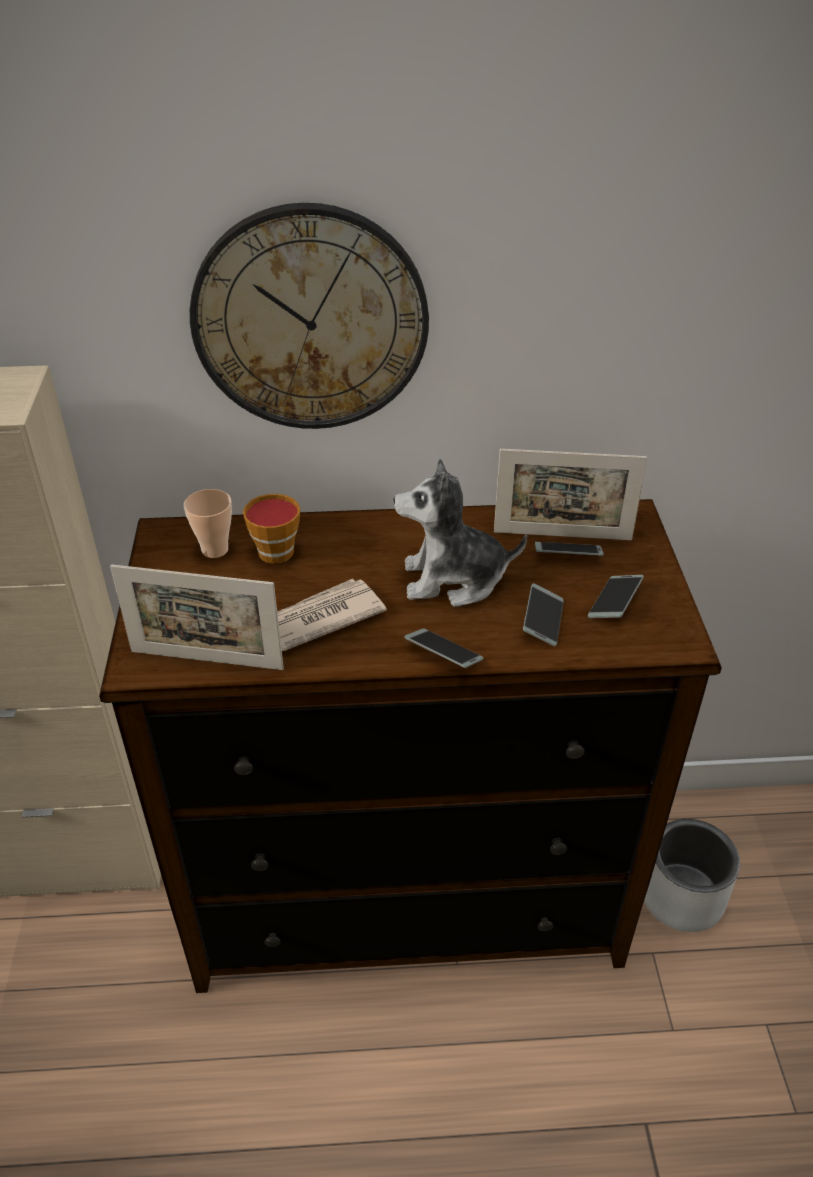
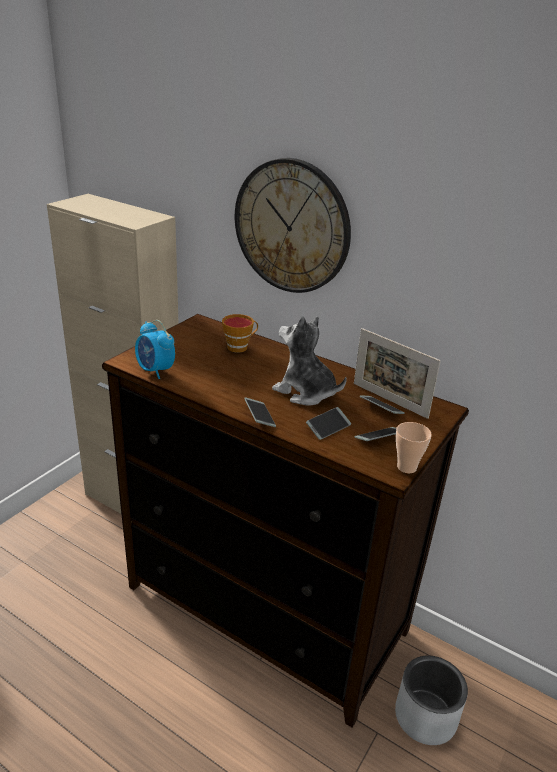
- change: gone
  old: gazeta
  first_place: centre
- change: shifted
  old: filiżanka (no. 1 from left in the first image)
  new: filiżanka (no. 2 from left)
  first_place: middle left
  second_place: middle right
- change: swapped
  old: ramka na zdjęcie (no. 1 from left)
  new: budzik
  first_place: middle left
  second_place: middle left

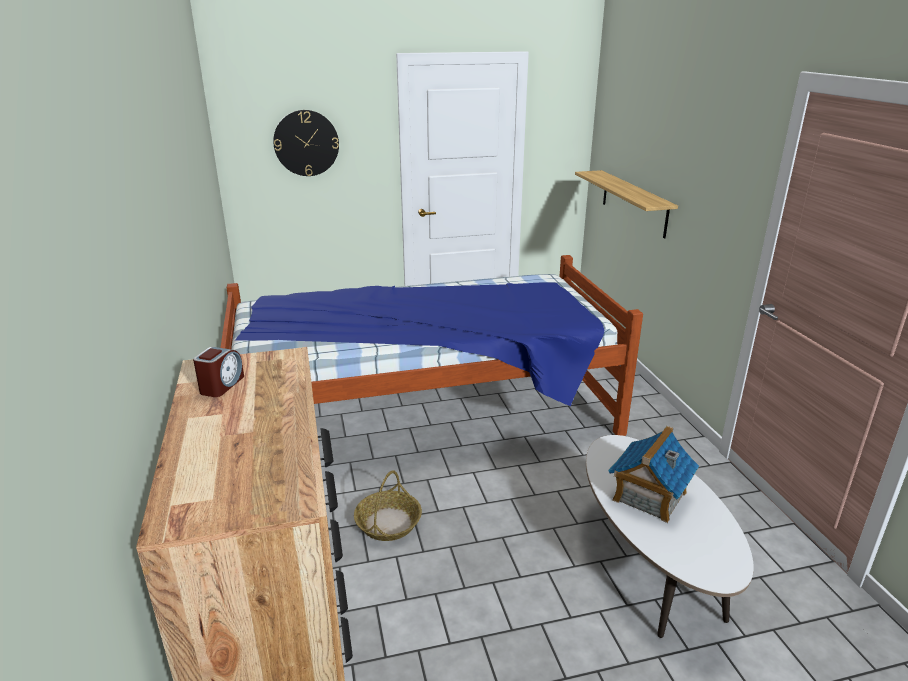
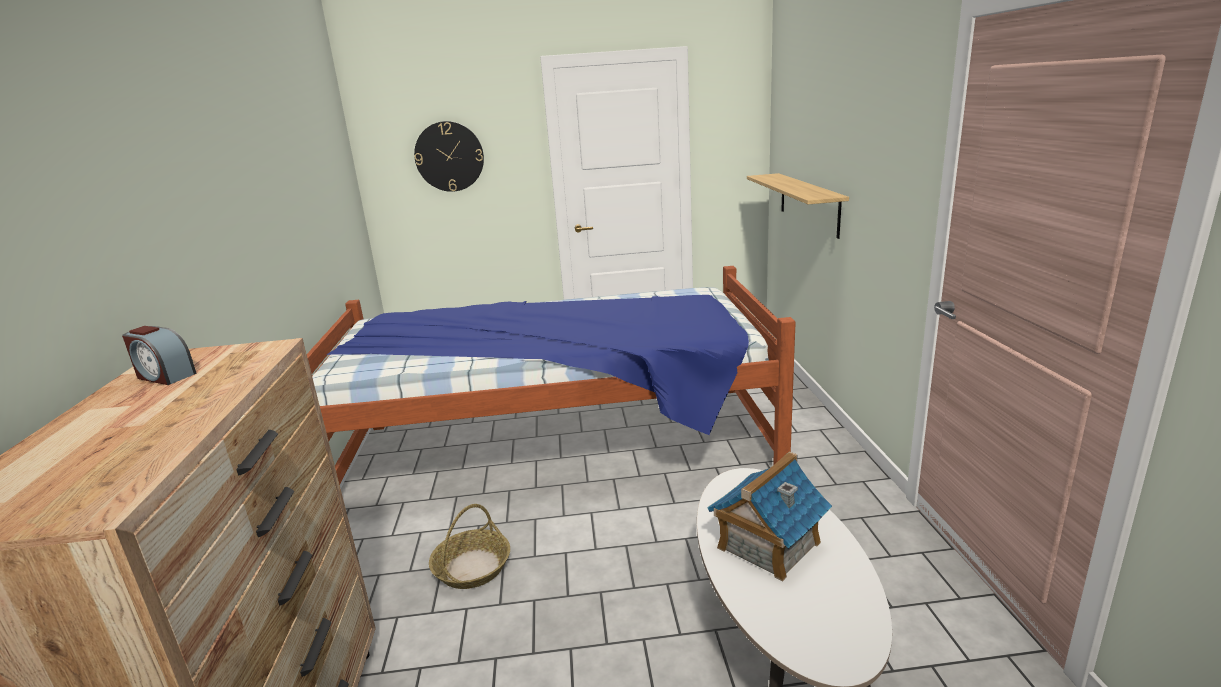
- change: rotated
  old: budzik
  first_place: middle left
  second_place: middle left
  degrees: 90

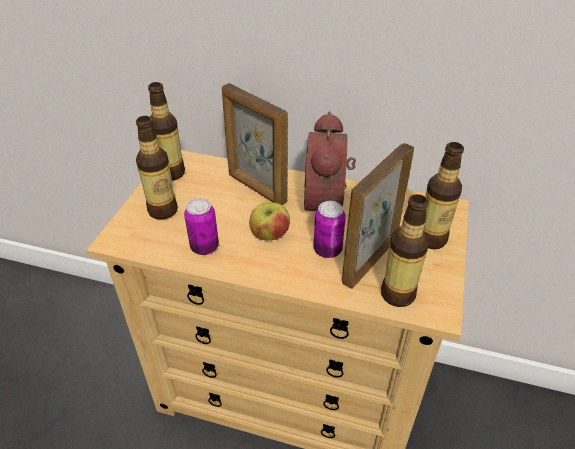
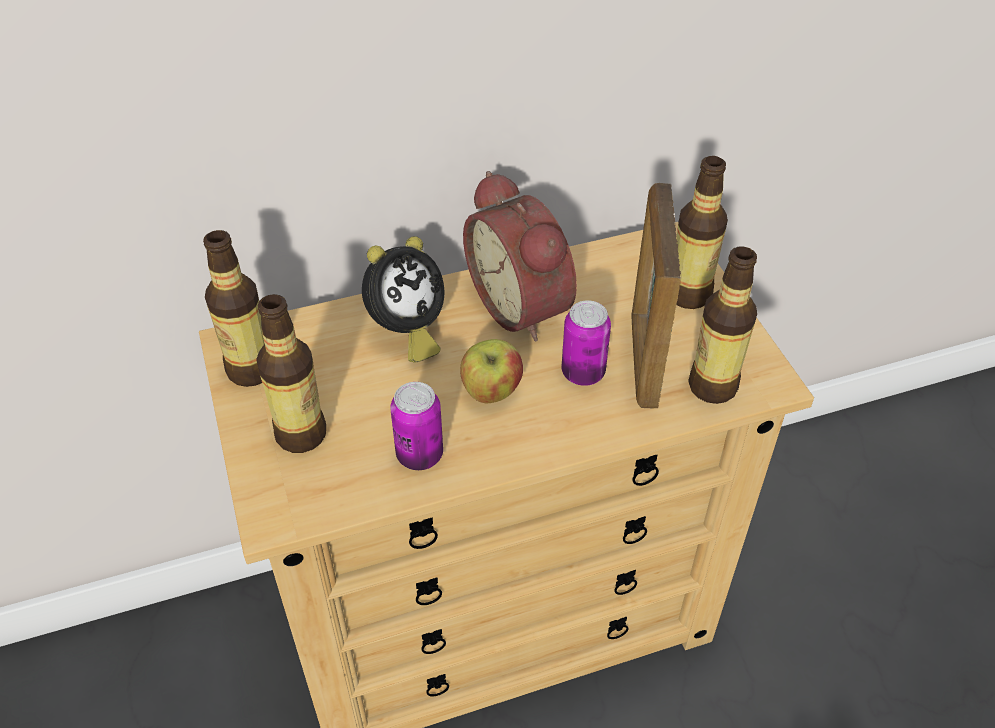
- change: swapped
  old: ramka na zdjęcie (no. 1 from left)
  new: budzik (no. 1 from left)
  first_place: top centre
  second_place: centre

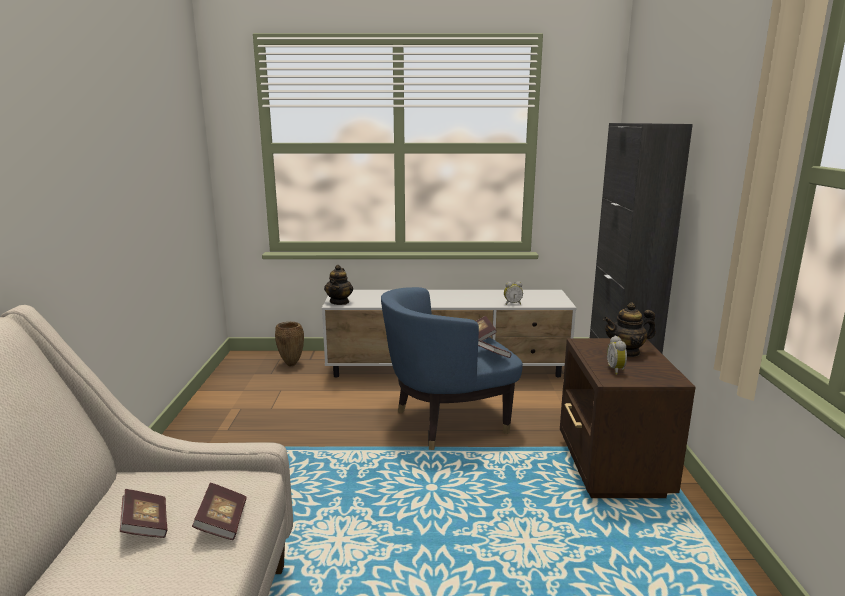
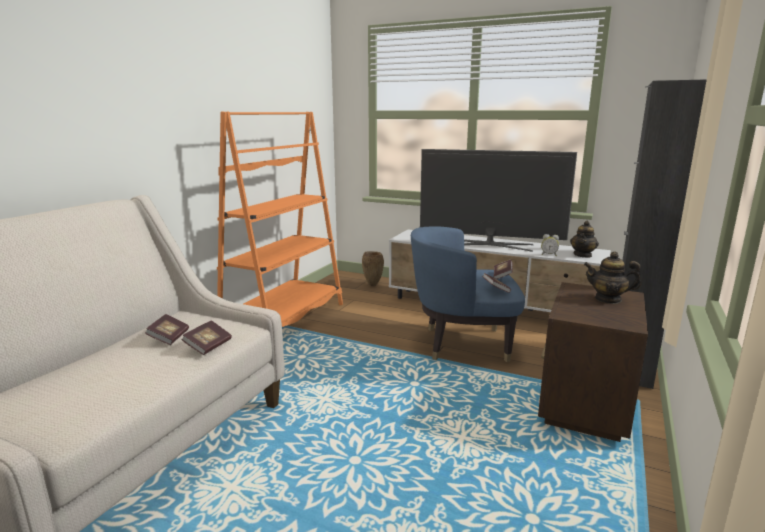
- change: gone
  old: budzik (no. 2 from left)
  first_place: middle right
- change: new
  new: regał/pomarańczowy
  second_place: centre
- change: new
  new: telewizor
  second_place: centre
- change: shifted
  old: imbryk (no. 1 from left)
  first_place: centre
  second_place: middle right

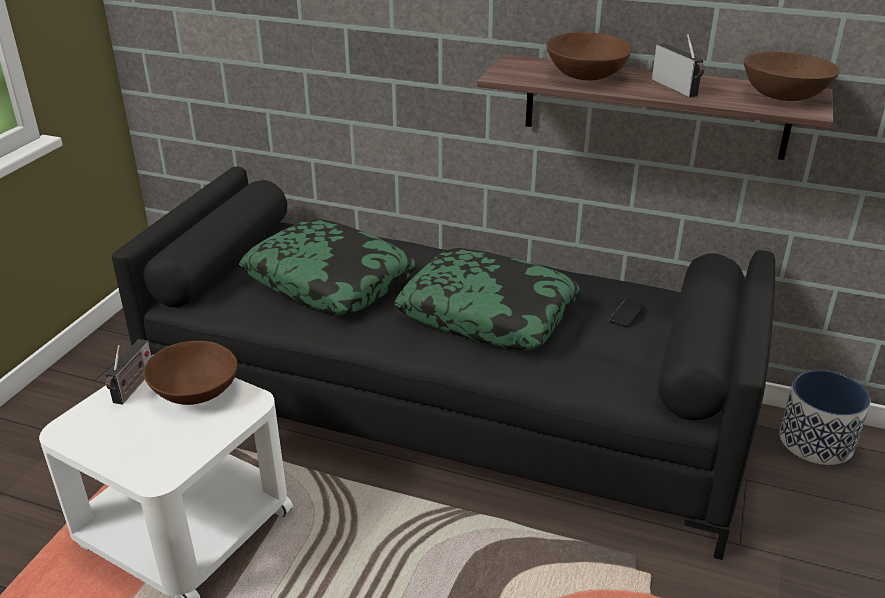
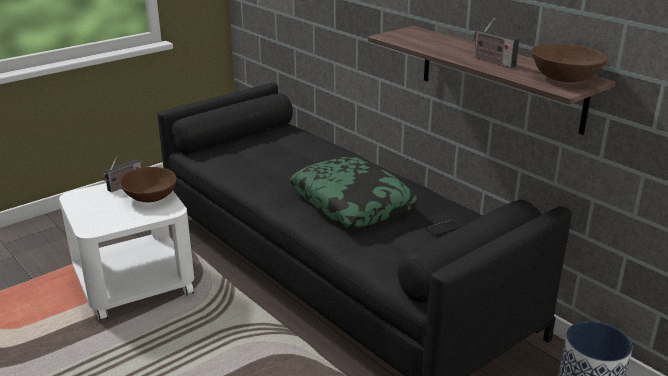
- change: gone
  old: poduszka (no. 1 from left)
  first_place: centre
- change: gone
  old: miska/brązowy (no. 2 from left)
  first_place: top centre
- change: rotated
  old: radio (no. 2 from left)
  first_place: top right
  second_place: top right
  degrees: 135

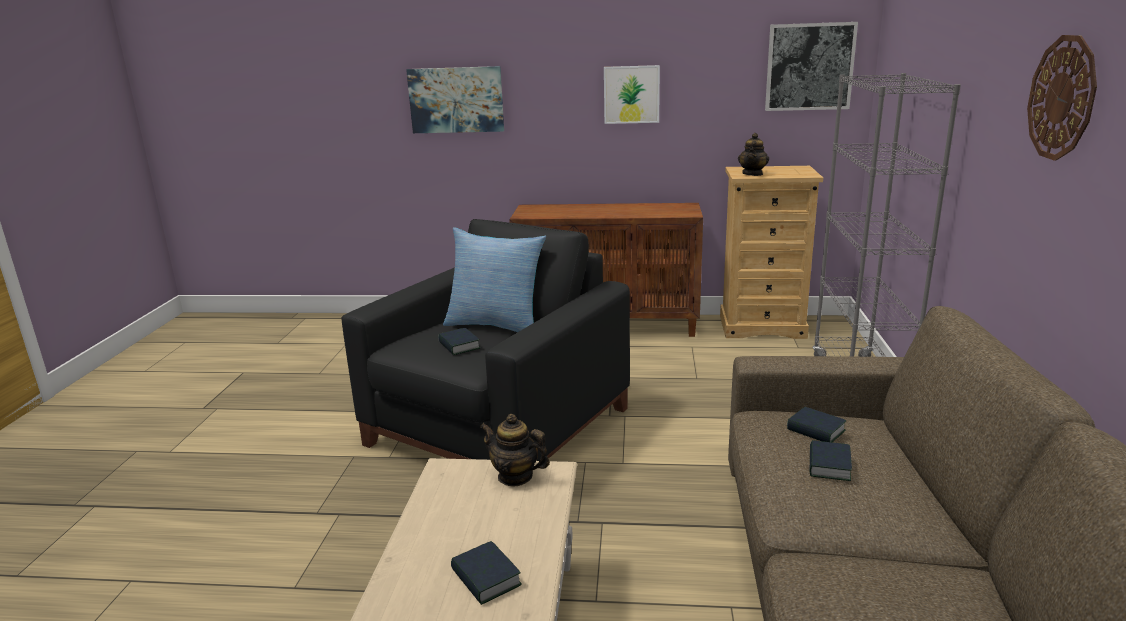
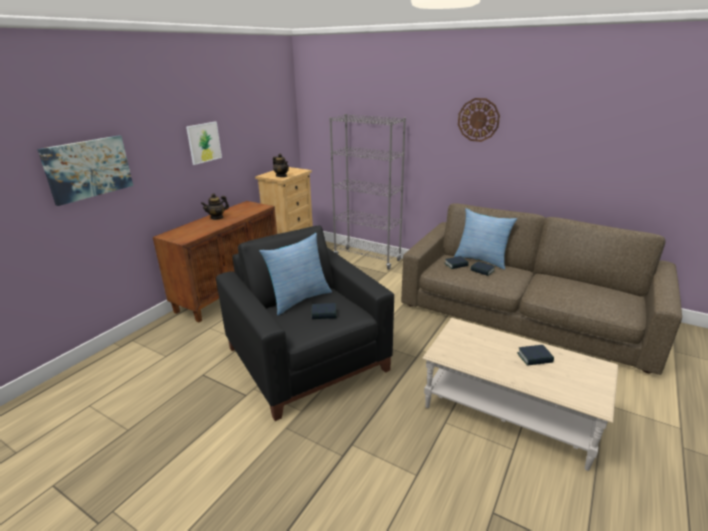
- change: gone
  old: obraz (no. 3 from left)
  first_place: top right
- change: new
  new: poduszka (no. 2 from left)
  second_place: middle right
- change: shifted
  old: imbryk (no. 1 from left)
  first_place: bottom centre
  second_place: middle left

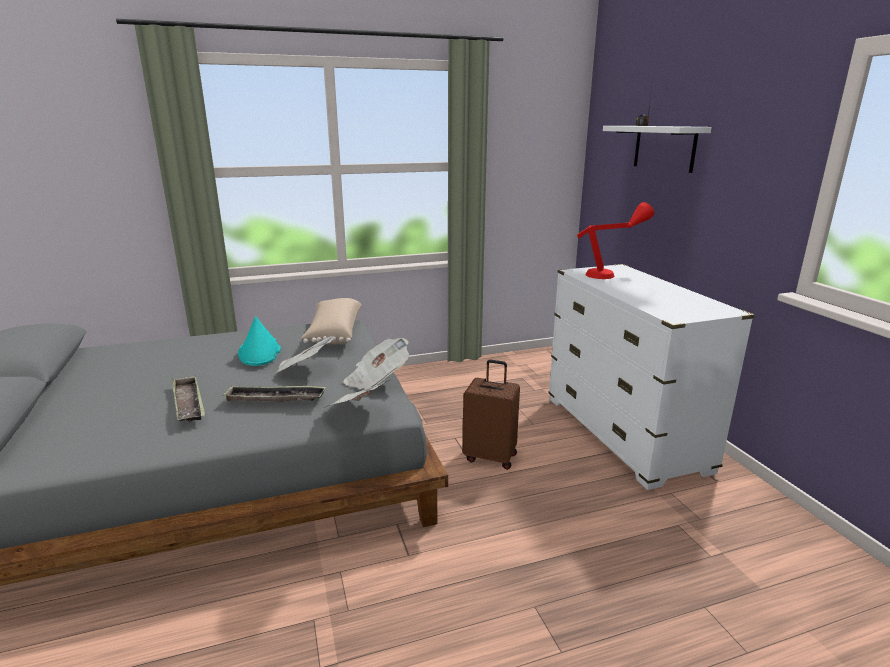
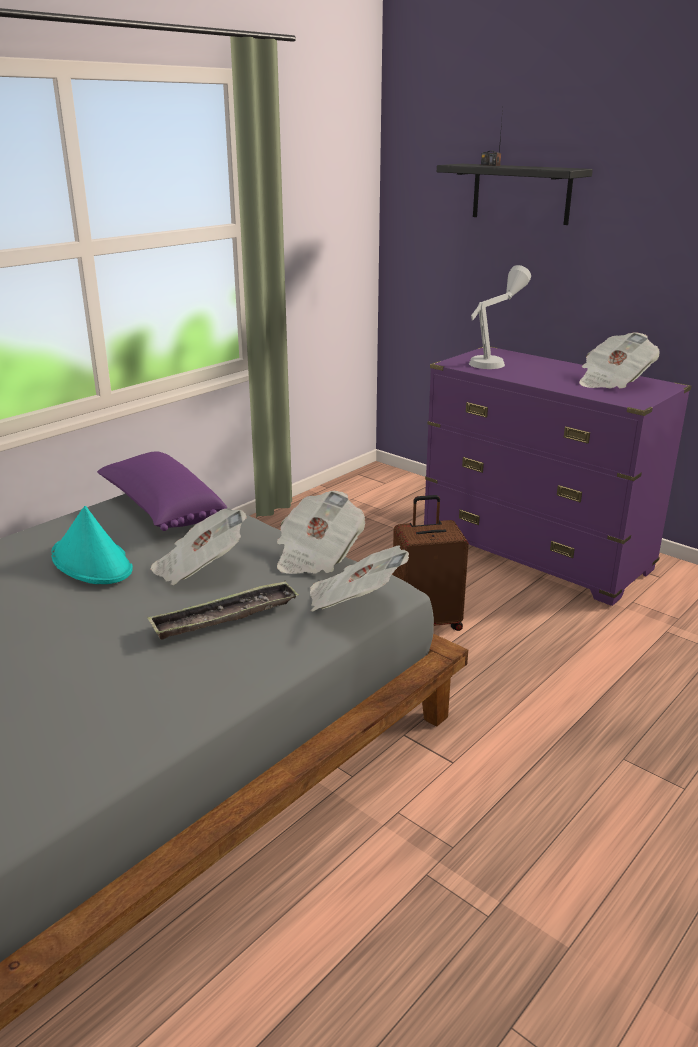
- change: gone
  old: taca (no. 1 from left)
  first_place: middle left
- change: new
  new: gazeta (no. 4 from left)
  second_place: middle right
- change: repainted
  old: poduszka/beżowy
  new: poduszka/fioletowy
  first_place: centre
  second_place: middle left
- change: repainted
  old: komoda/biały
  new: komoda/fioletowy
  first_place: middle right
  second_place: middle right
- change: repainted
  old: lampa stołowa/czerwony
  new: lampa stołowa/szary
  first_place: middle right
  second_place: top right
- change: repainted
  old: półka/biały
  new: półka/czarny
  first_place: top right
  second_place: top right

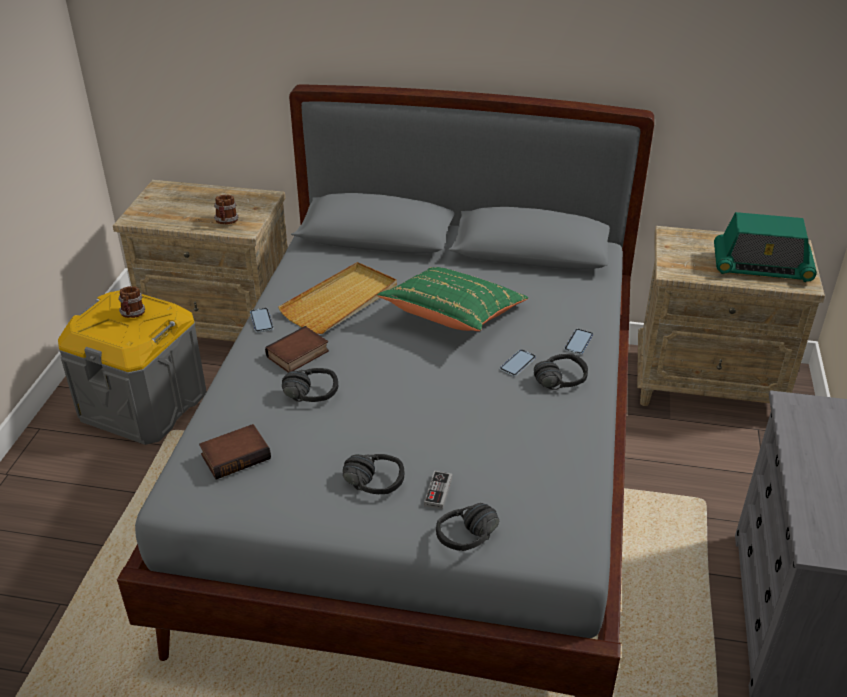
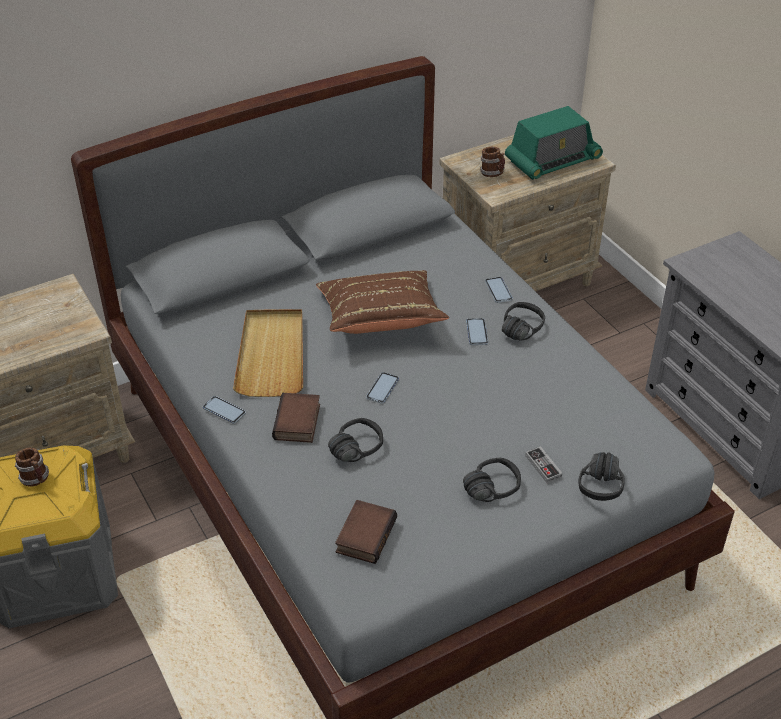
- change: new
  new: telefon (no. 2 from left)
  second_place: centre
- change: shifted
  old: kubek (no. 2 from left)
  first_place: top left
  second_place: top centre
- change: repainted
  old: poduszka/zielony
  new: poduszka/brązowy
  first_place: centre
  second_place: centre

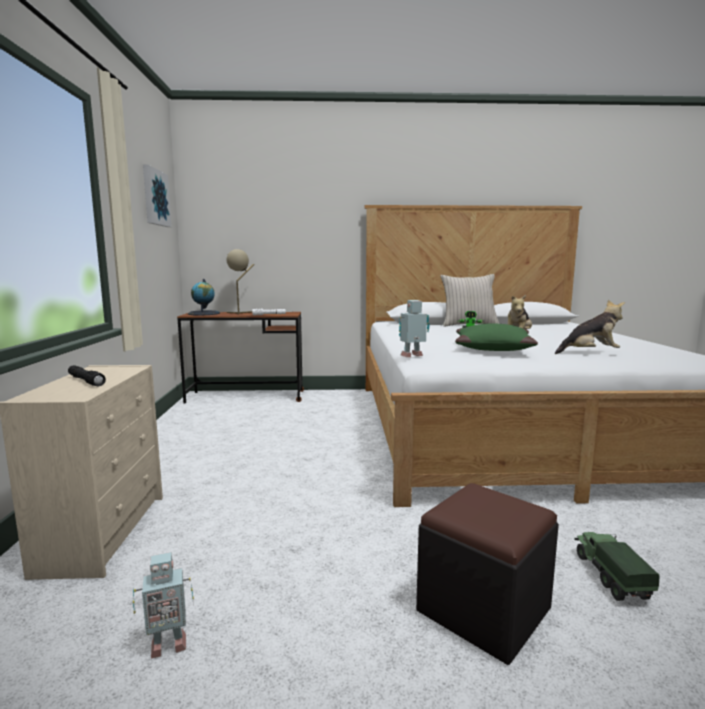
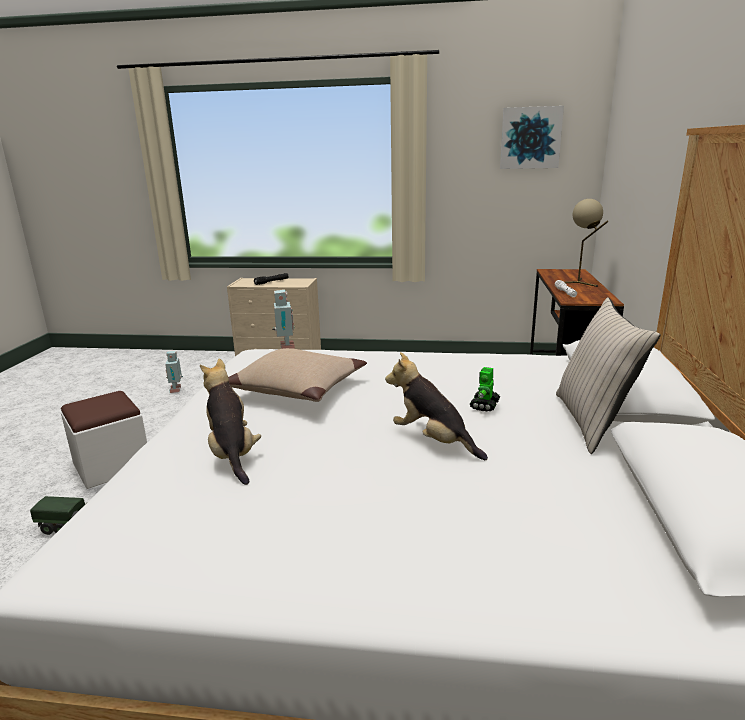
- change: gone
  old: globus
  first_place: middle left
- change: repainted
  old: pufa/czarny
  new: pufa/biały
  first_place: bottom right
  second_place: middle left
- change: repainted
  old: poduszka/zielony
  new: poduszka/beżowy (no. 1 from left)
  first_place: middle right
  second_place: centre
- change: rotated
  old: pluszak (no. 2 from left in the first image)
  first_place: middle right
  second_place: middle left
  degrees: 150

